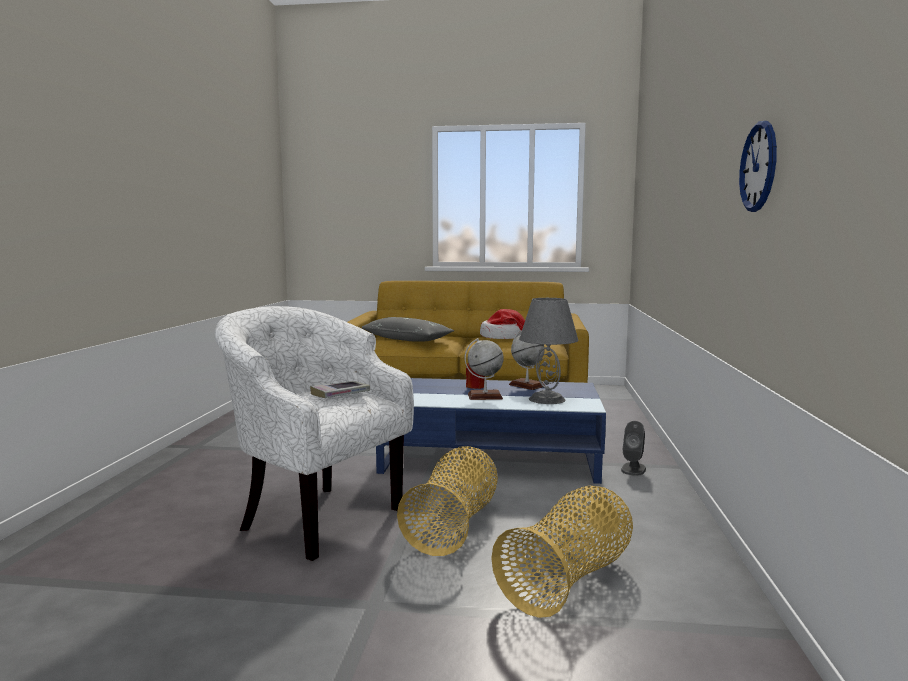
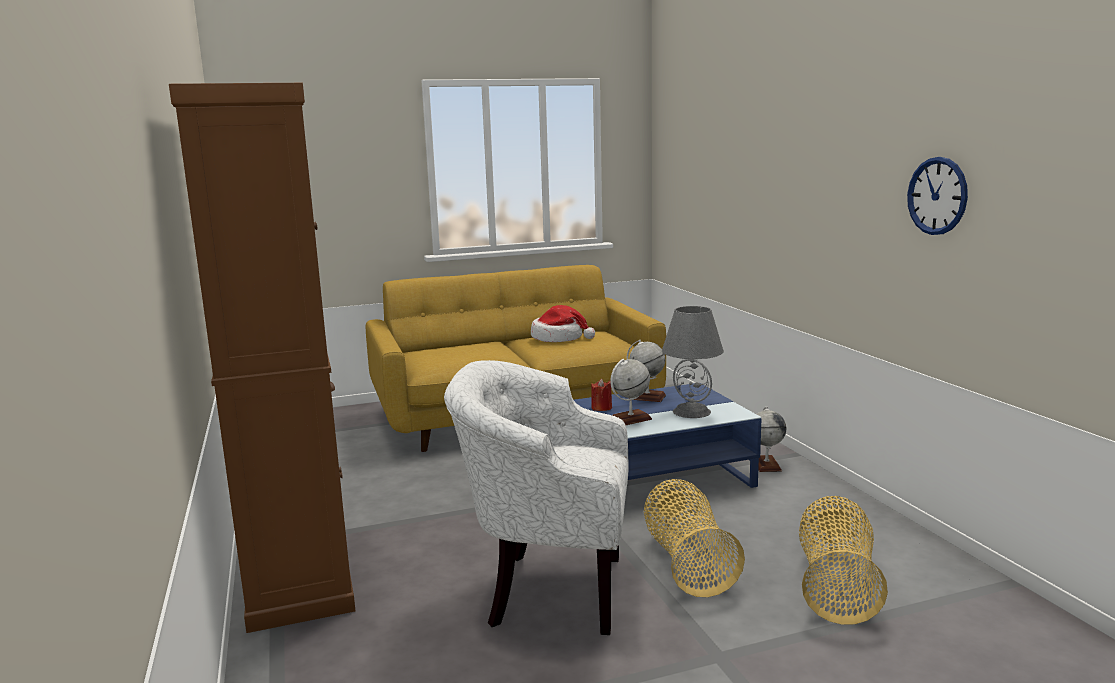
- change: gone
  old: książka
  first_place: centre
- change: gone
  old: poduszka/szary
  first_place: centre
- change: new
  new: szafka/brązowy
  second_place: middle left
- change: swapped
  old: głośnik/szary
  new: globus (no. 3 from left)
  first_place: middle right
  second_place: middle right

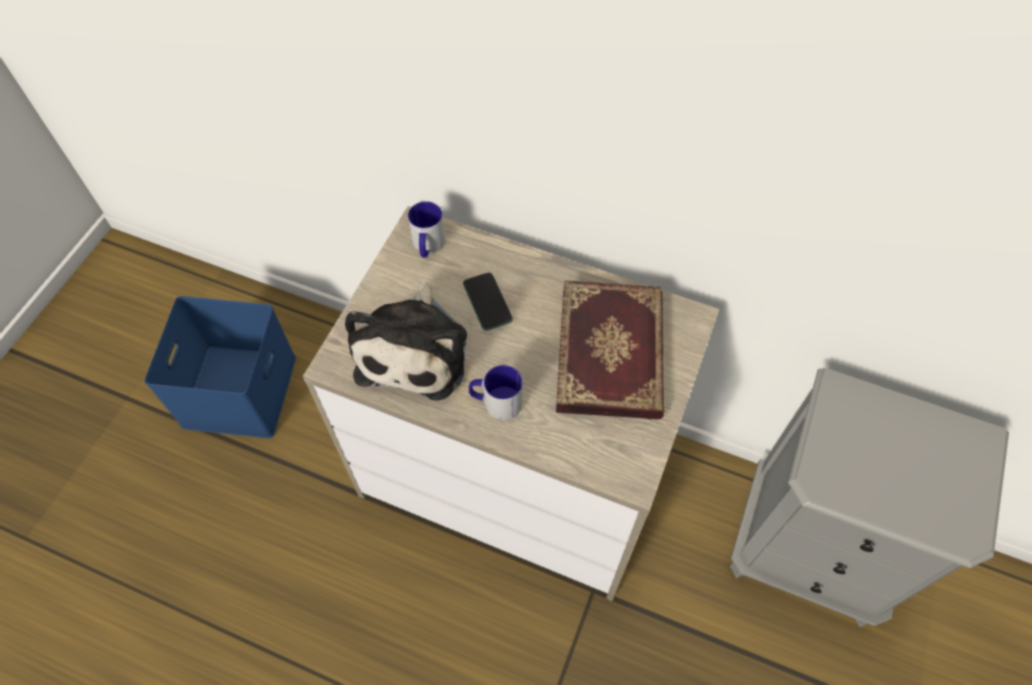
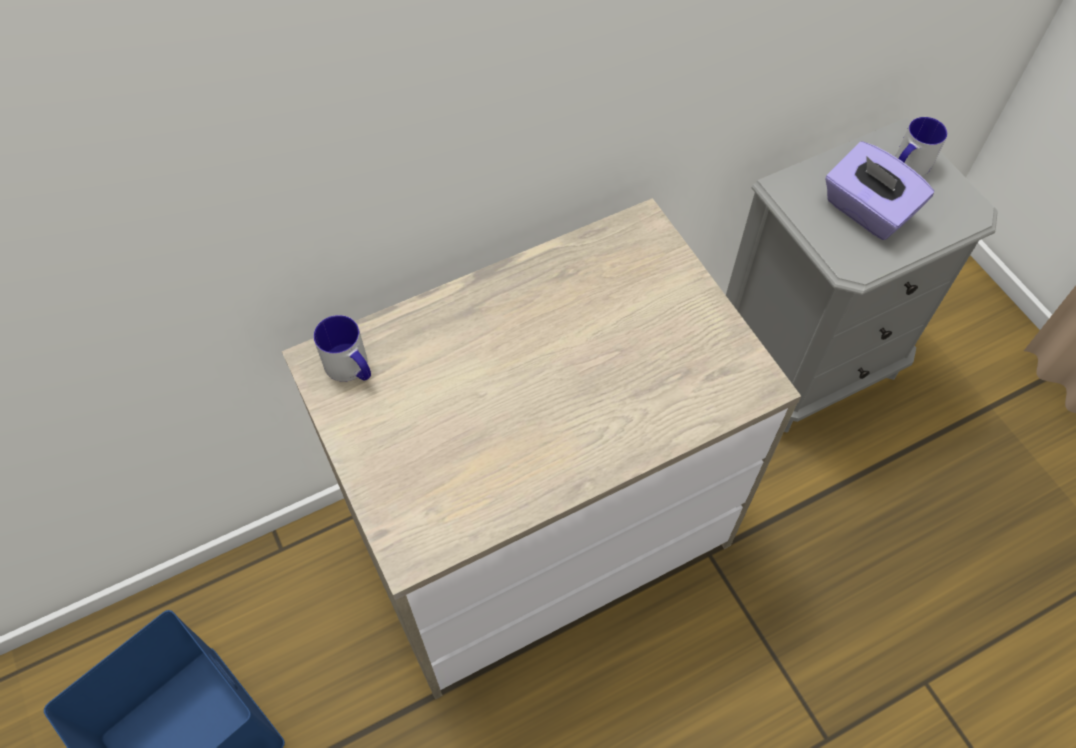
- change: gone
  old: pluszak
  first_place: centre
- change: gone
  old: telefon
  first_place: centre
- change: gone
  old: książka
  first_place: centre
- change: new
  new: pudełko chusteczek/fioletowy
  second_place: top right
- change: shifted
  old: kubek (no. 2 from left)
  first_place: centre
  second_place: top right

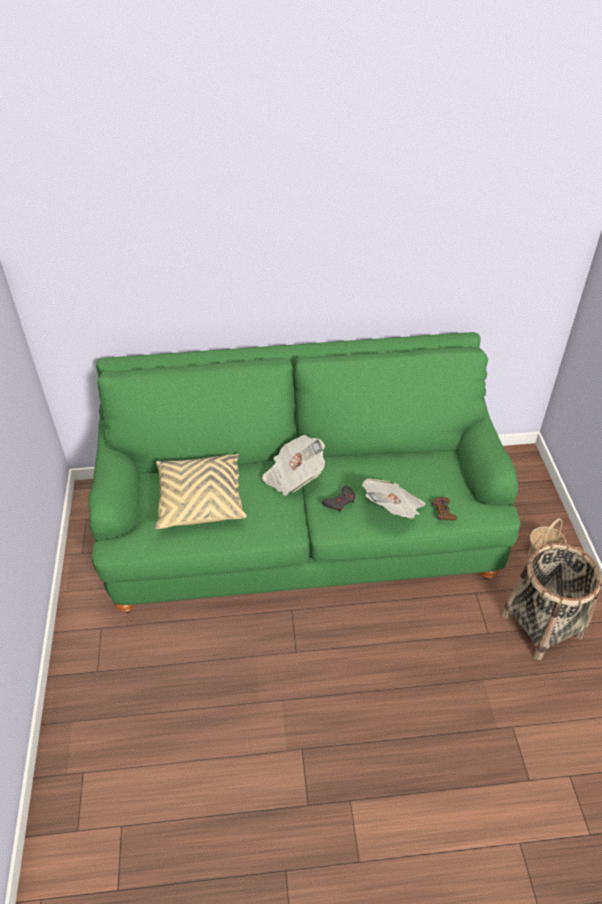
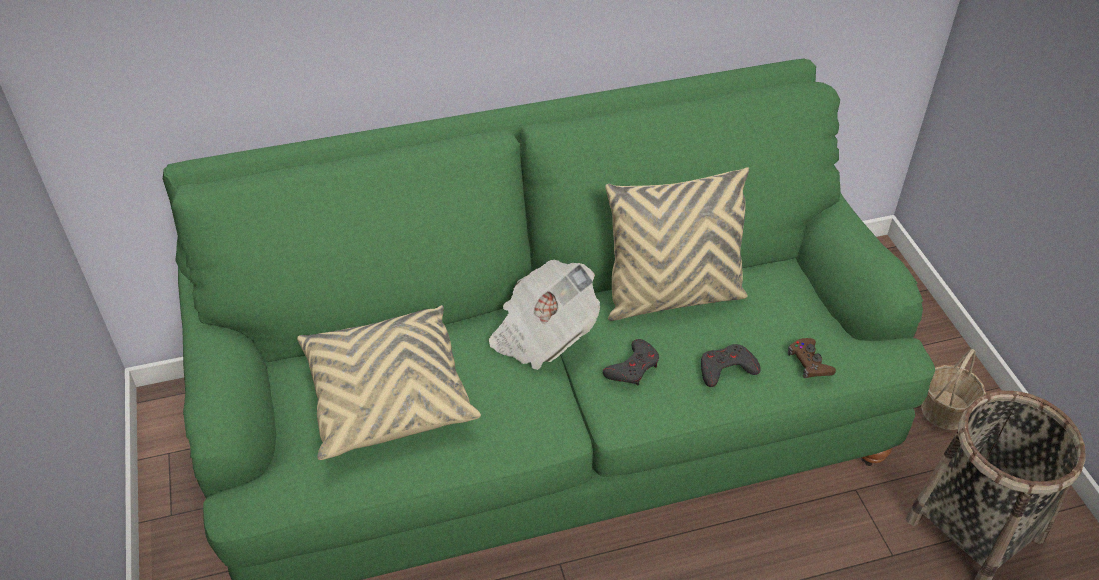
- change: new
  new: poduszka/beżowy (no. 2 from left)
  second_place: centre
- change: swapped
  old: gazeta (no. 2 from left)
  new: pad do gier/szary (no. 2 from left)
  first_place: centre
  second_place: centre

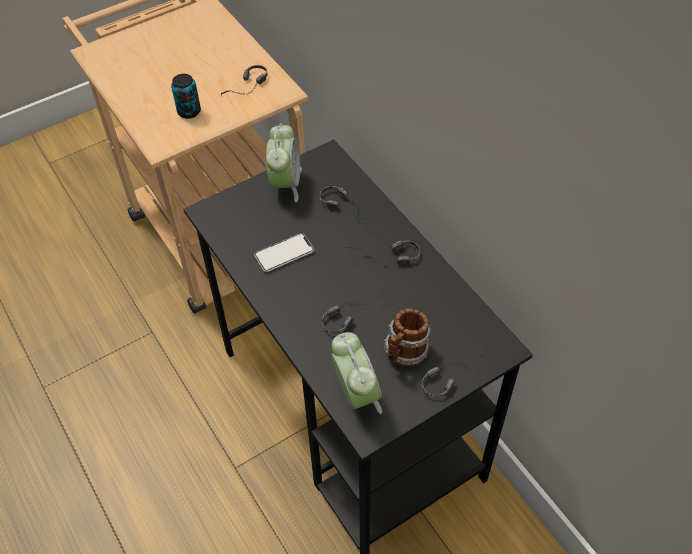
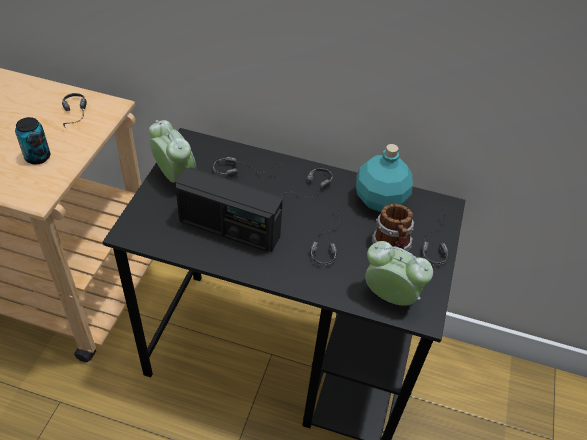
- change: new
  new: butelka/turkusowy
  second_place: centre
- change: swapped
  old: telefon
  new: radio
  first_place: centre
  second_place: centre

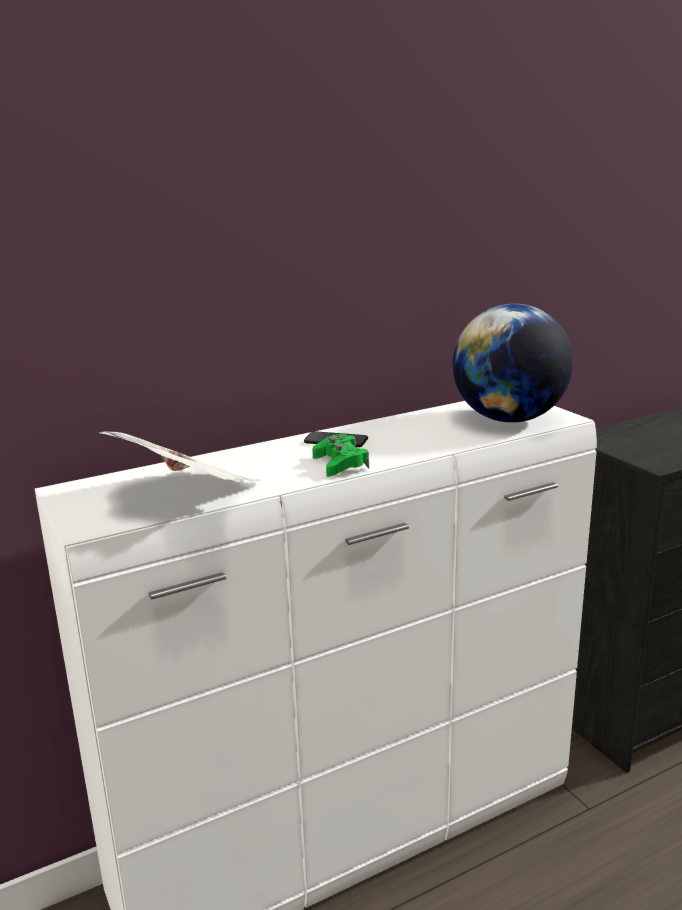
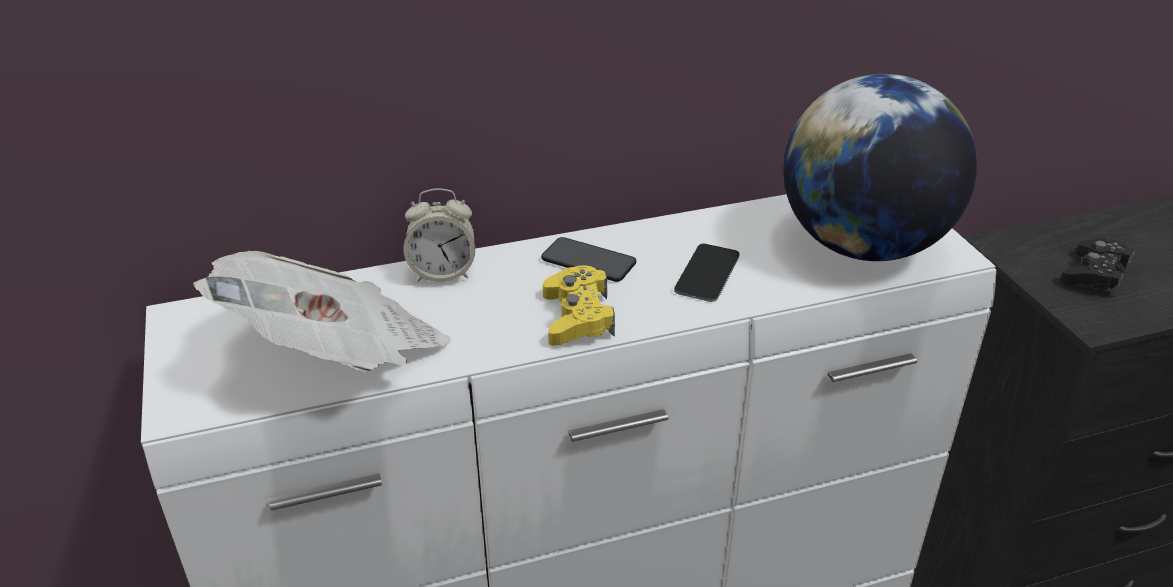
- change: new
  new: budzik
  second_place: centre
- change: new
  new: telefon (no. 2 from left)
  second_place: centre
- change: new
  new: pad do gier/czarny
  second_place: middle right
- change: repainted
  old: pad do gier/zielony
  new: pad do gier/żółty
  first_place: centre
  second_place: centre

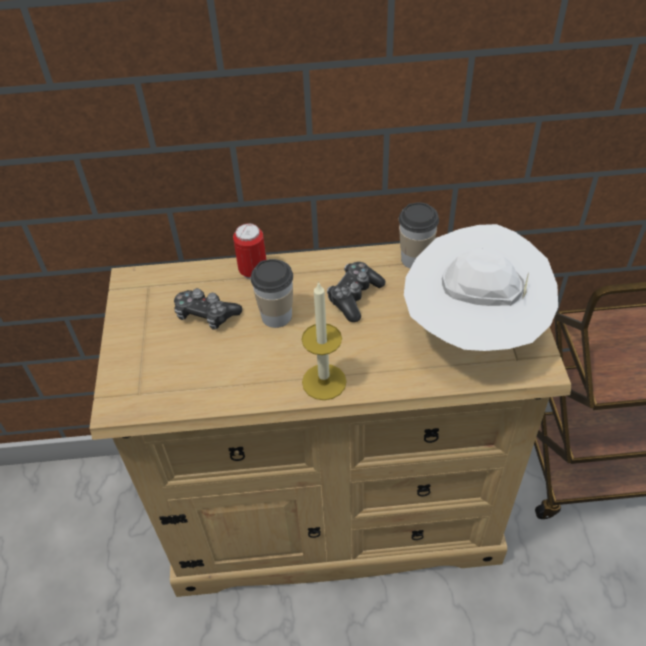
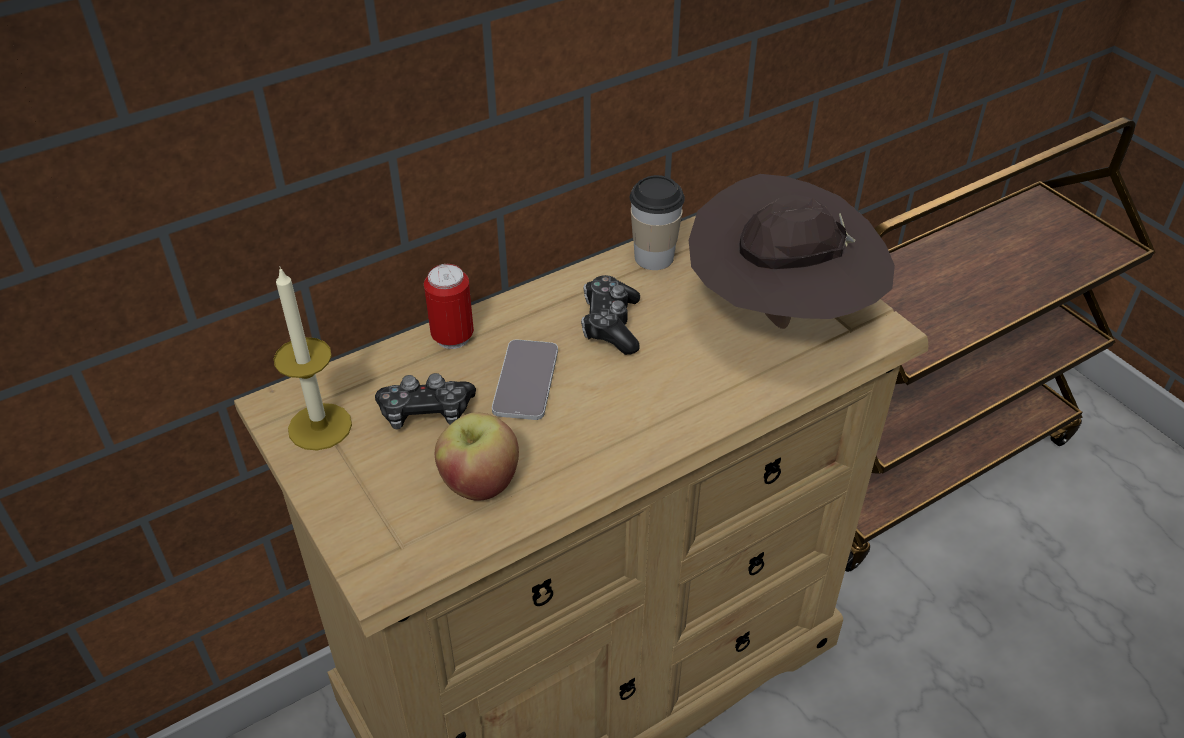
- change: new
  new: jabłko
  second_place: centre
- change: shifted
  old: świeca
  first_place: centre
  second_place: middle left
- change: swapped
  old: filiżanka (no. 1 from left)
  new: telefon
  first_place: centre
  second_place: centre
- change: repainted
  old: kapelusz/biały
  new: kapelusz/brązowy
  first_place: middle right
  second_place: middle right

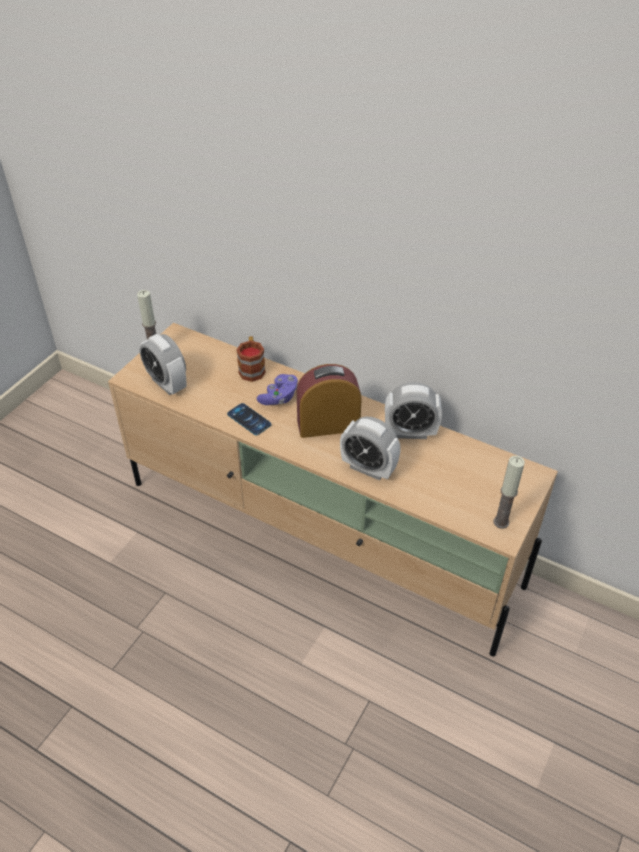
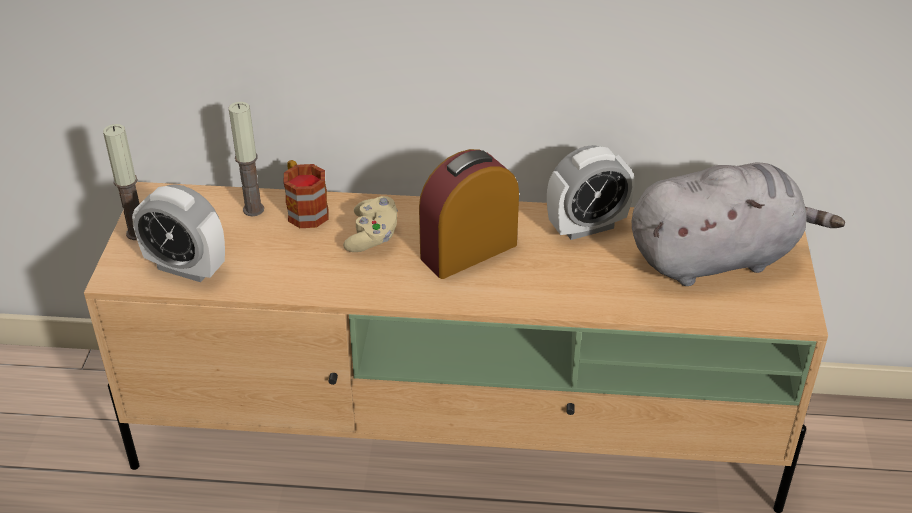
- change: gone
  old: telefon
  first_place: centre
- change: gone
  old: budzik (no. 3 from left)
  first_place: centre
- change: new
  new: pluszak/szary
  second_place: middle right
- change: shifted
  old: świeca (no. 2 from left)
  first_place: middle right
  second_place: top left
- change: repainted
  old: pad do gier/fioletowy
  new: pad do gier/beżowy
  first_place: centre
  second_place: centre

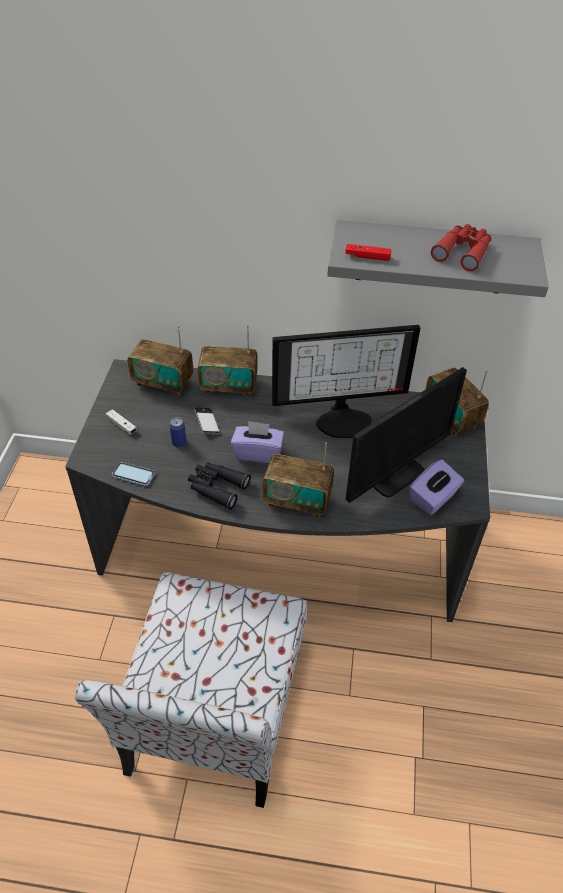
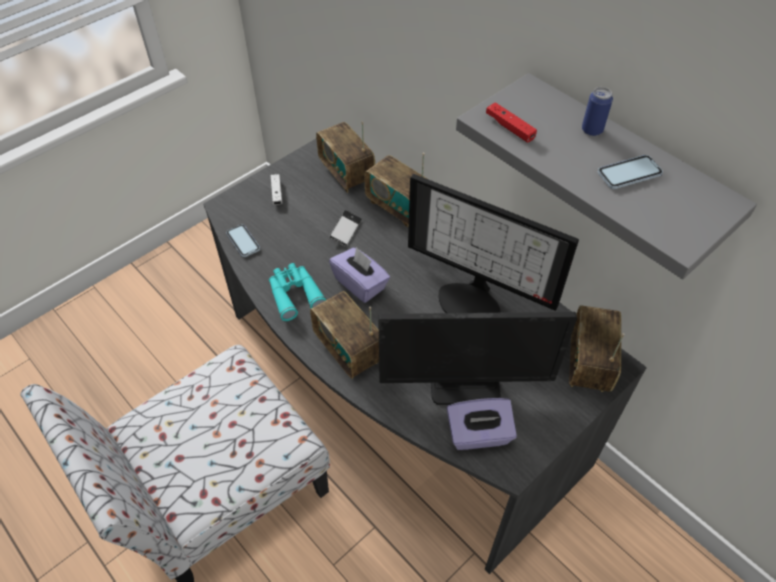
- change: shifted
  old: puszka
  first_place: middle left
  second_place: top right
- change: swapped
  old: lornetka/czerwony
  new: telefon (no. 3 from left)
  first_place: top right
  second_place: top right
- change: repainted
  old: lornetka/czarny
  new: lornetka/turkusowy
  first_place: centre
  second_place: centre

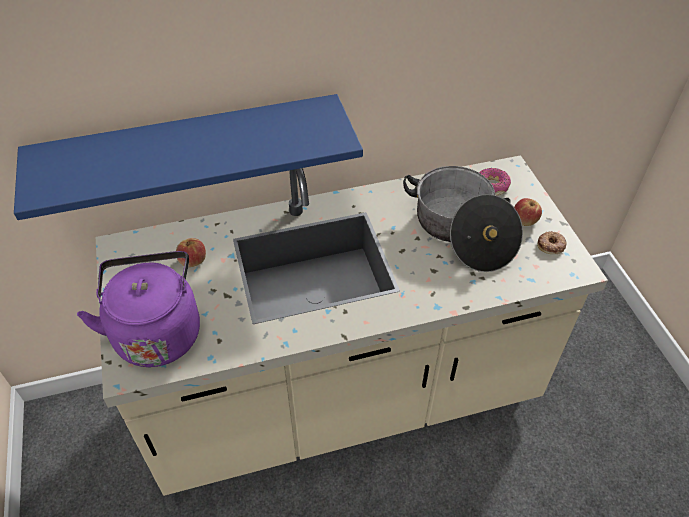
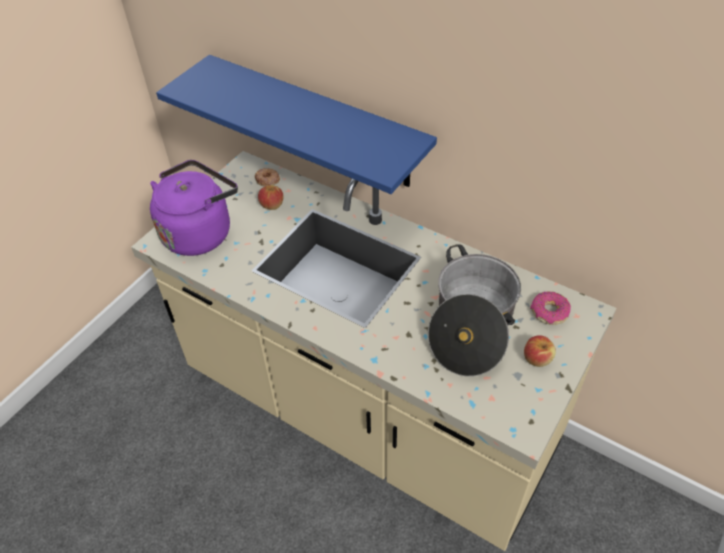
- change: shifted
  old: donut (no. 2 from left in the first image)
  new: donut (no. 1 from left)
  first_place: middle right
  second_place: top centre

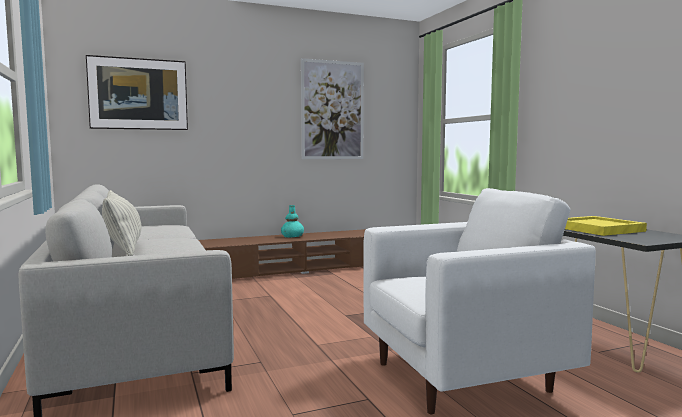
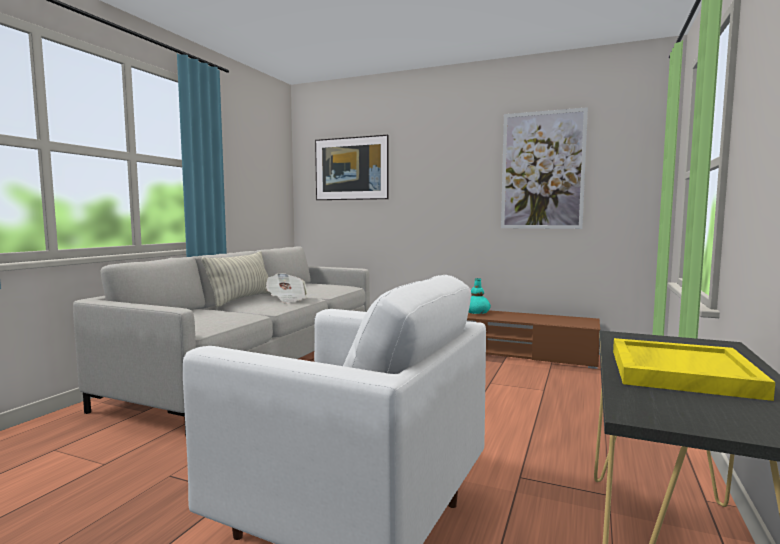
- change: new
  new: gazeta
  second_place: centre

